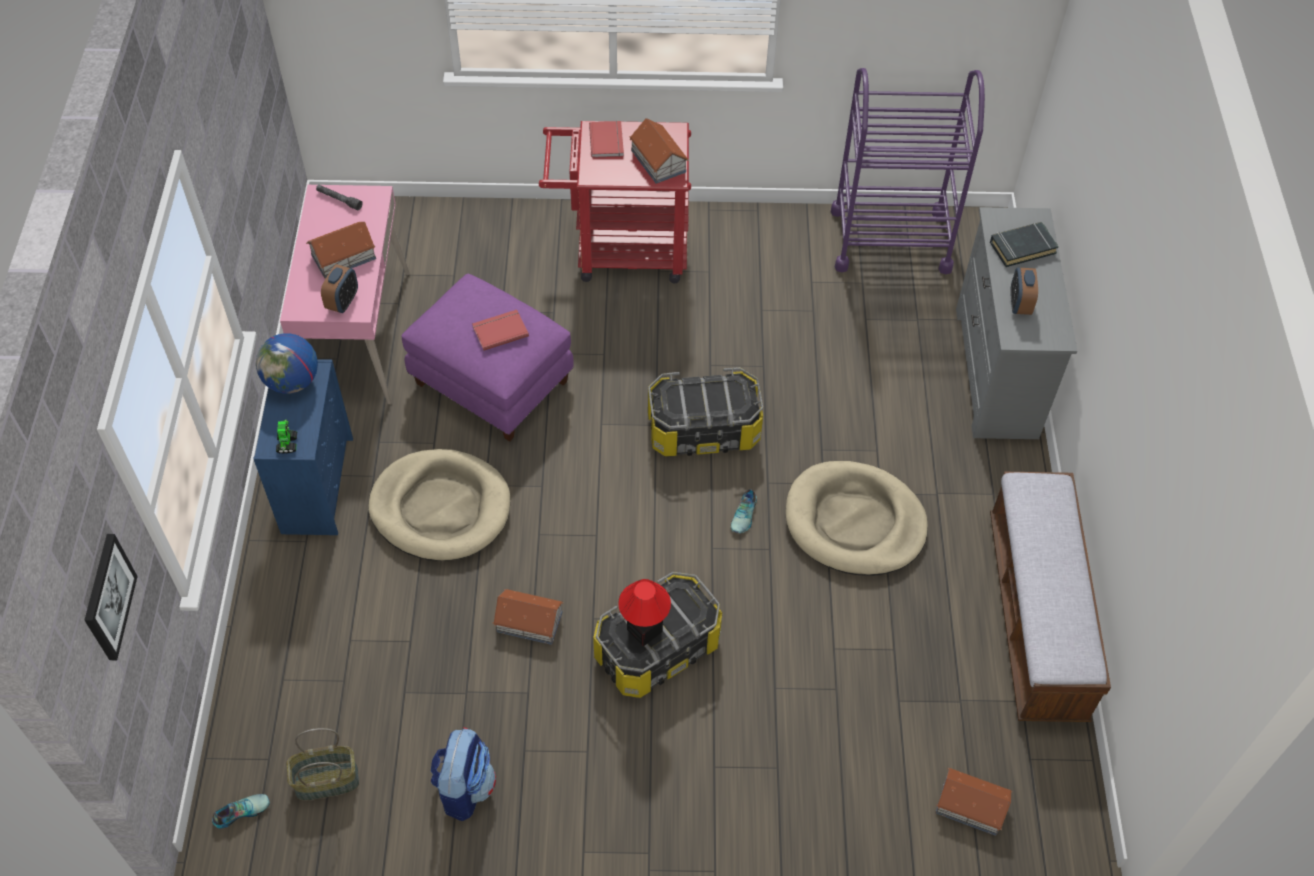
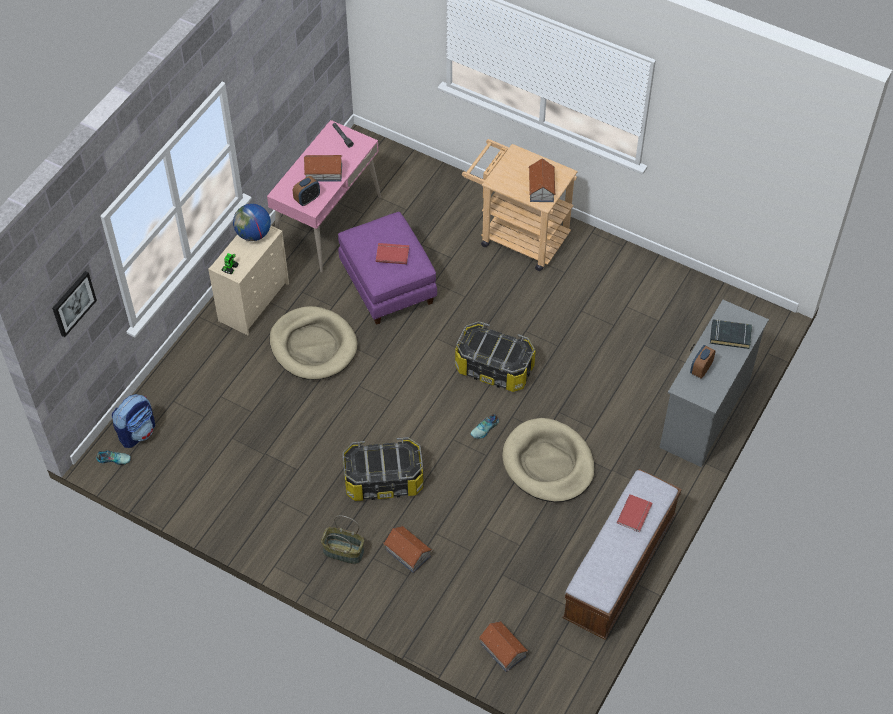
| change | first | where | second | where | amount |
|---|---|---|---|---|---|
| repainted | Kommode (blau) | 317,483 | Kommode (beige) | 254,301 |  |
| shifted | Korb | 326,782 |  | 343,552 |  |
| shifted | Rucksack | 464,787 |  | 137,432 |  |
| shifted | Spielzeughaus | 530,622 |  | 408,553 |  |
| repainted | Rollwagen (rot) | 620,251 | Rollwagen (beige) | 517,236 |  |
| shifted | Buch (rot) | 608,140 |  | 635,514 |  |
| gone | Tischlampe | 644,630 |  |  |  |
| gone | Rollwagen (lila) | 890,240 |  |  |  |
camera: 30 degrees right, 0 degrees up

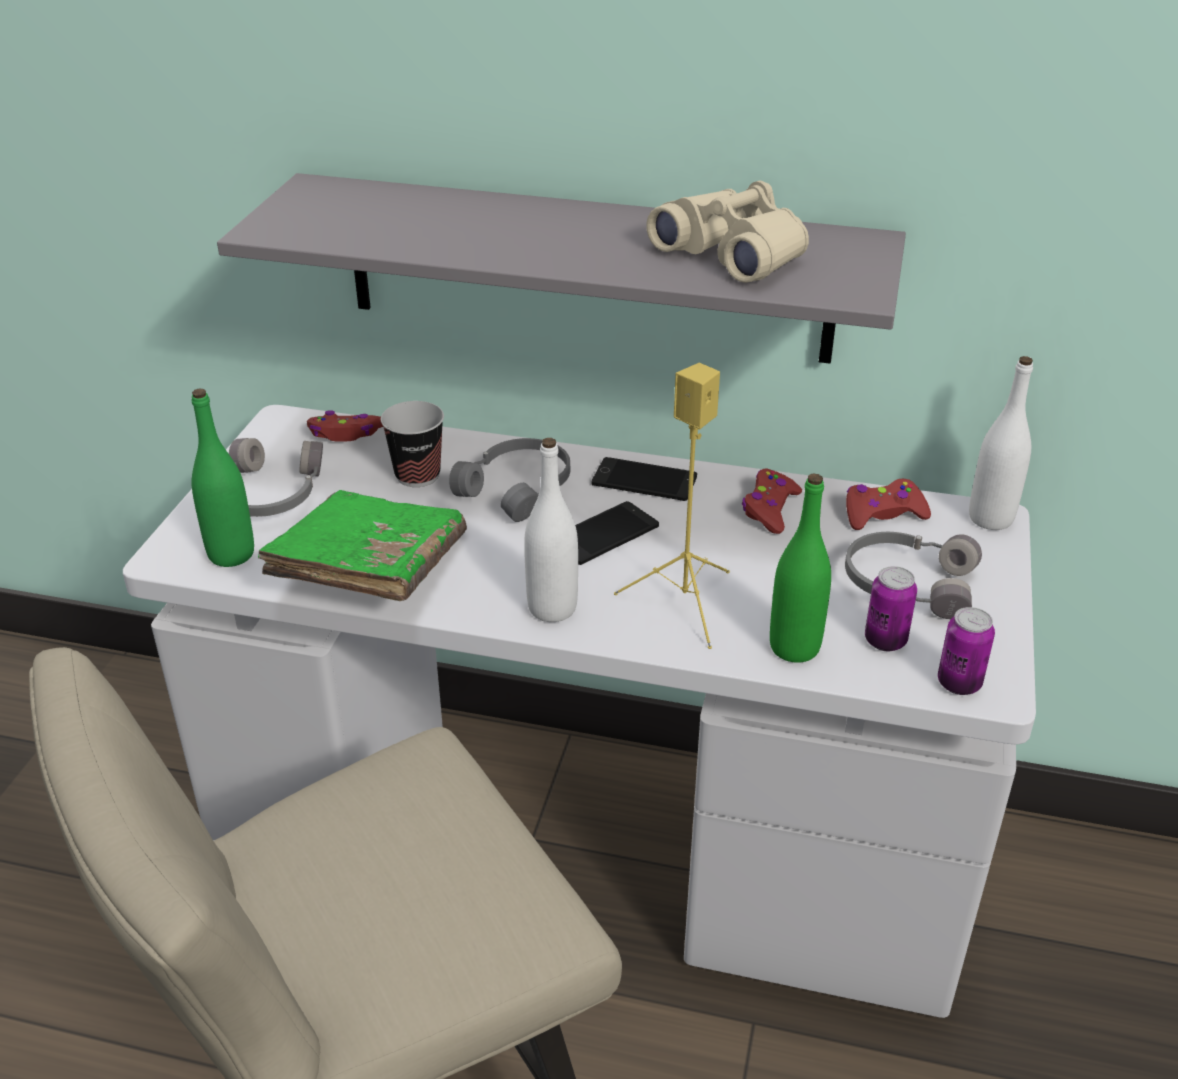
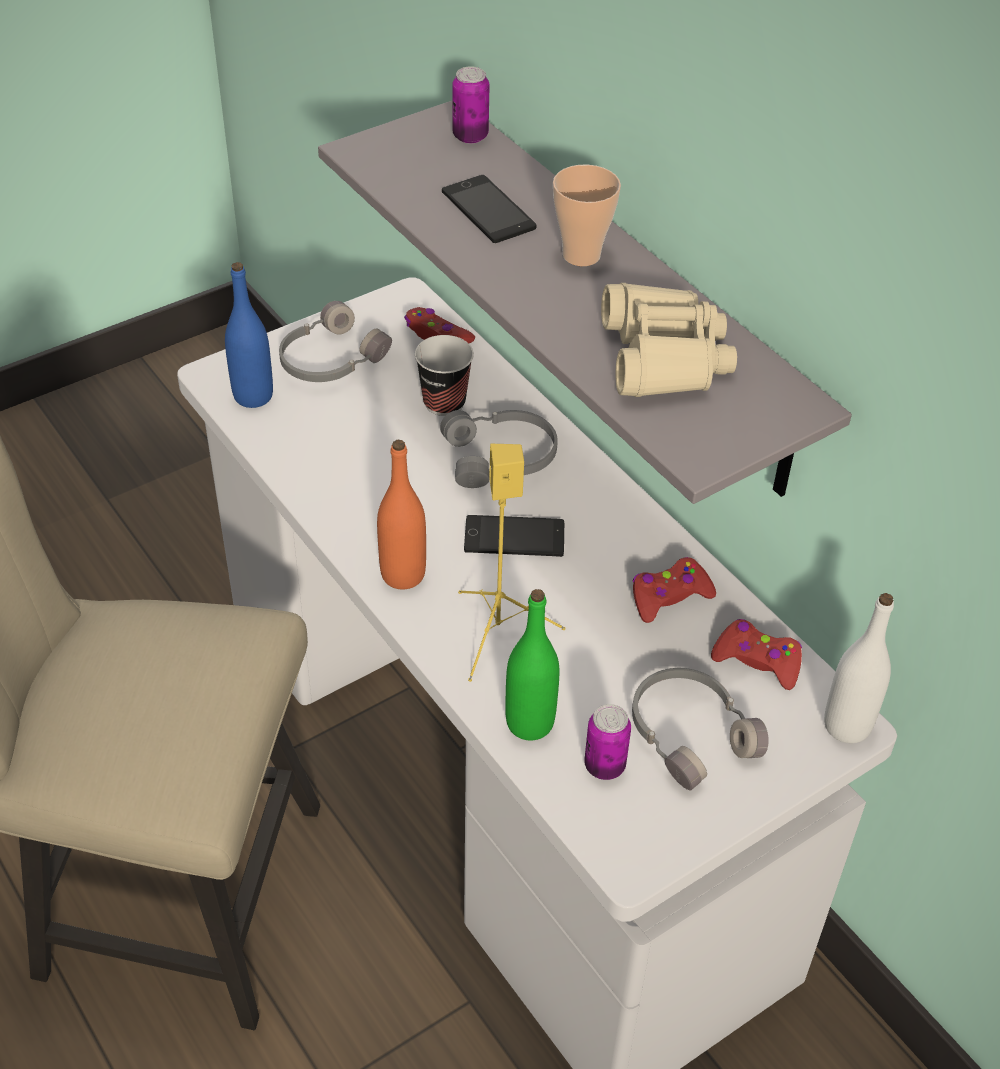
| change | first | where | second | where | amount |
|---|---|---|---|---|---|
| repainted | Flasche (grün) | 231,554 | Flasche (blau) | 253,396 |  |
| gone | Buch (grün) | 370,571 |  |  |  |
| repainted | Flasche (weiß) | 552,608 | Flasche (orange) | 403,574 |  |
| shifted | Handy | 644,480 |  | 488,210 |  |
| shifted | Dose | 959,683 |  | 470,136 |  |
| new |  |  | Tasse | 581,255 |  |
camera: 40 degrees right, 10 degrees up

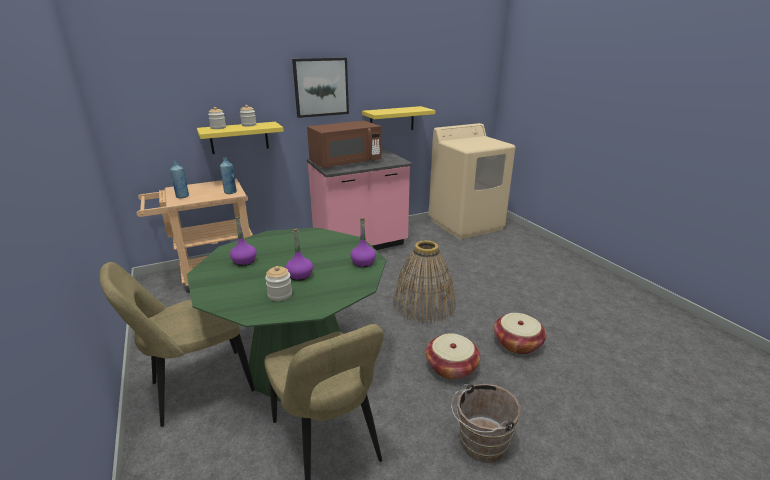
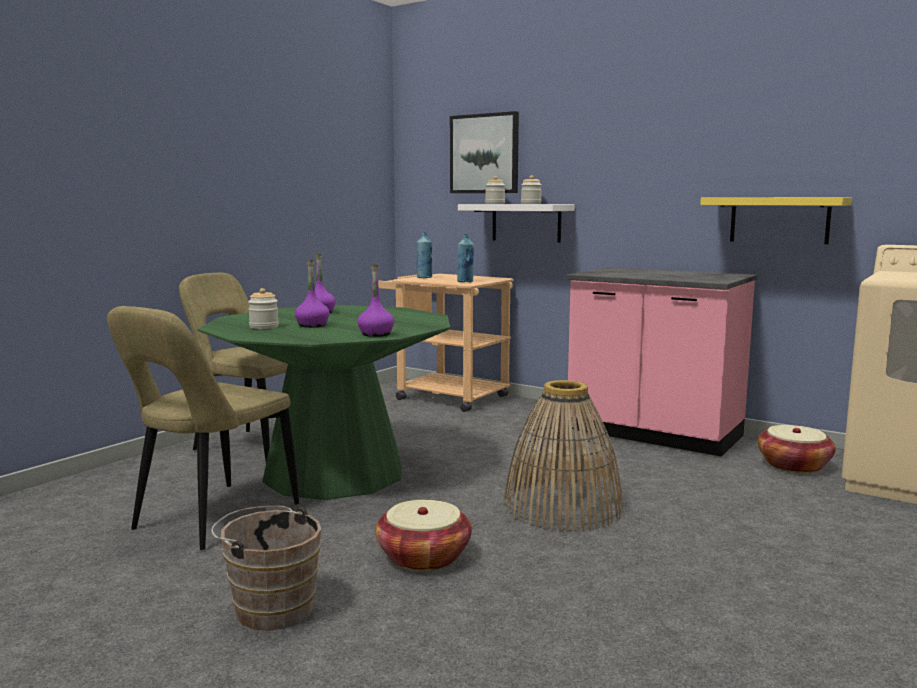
| change | first | where | second | where | amount |
|---|---|---|---|---|---|
| repainted | Wandregal (gelb) | 239,137 | Wandregal (weiß) | 526,222 |  |
| shifted | Bild | 321,87 |  | 484,154 |  |
| gone | Mikrowelle (braun) | 345,163 |  |  |  |
| shifted | Korb | 517,343 |  | 794,466 |  |
camera: 60 degrees right, 15 degrees down

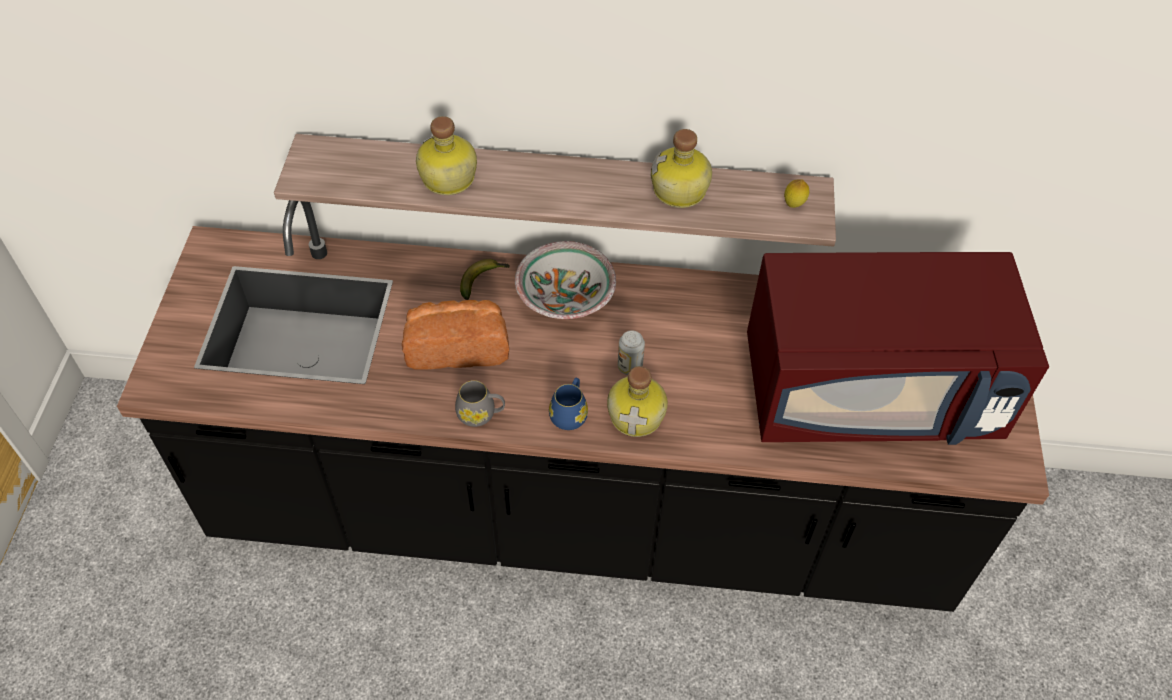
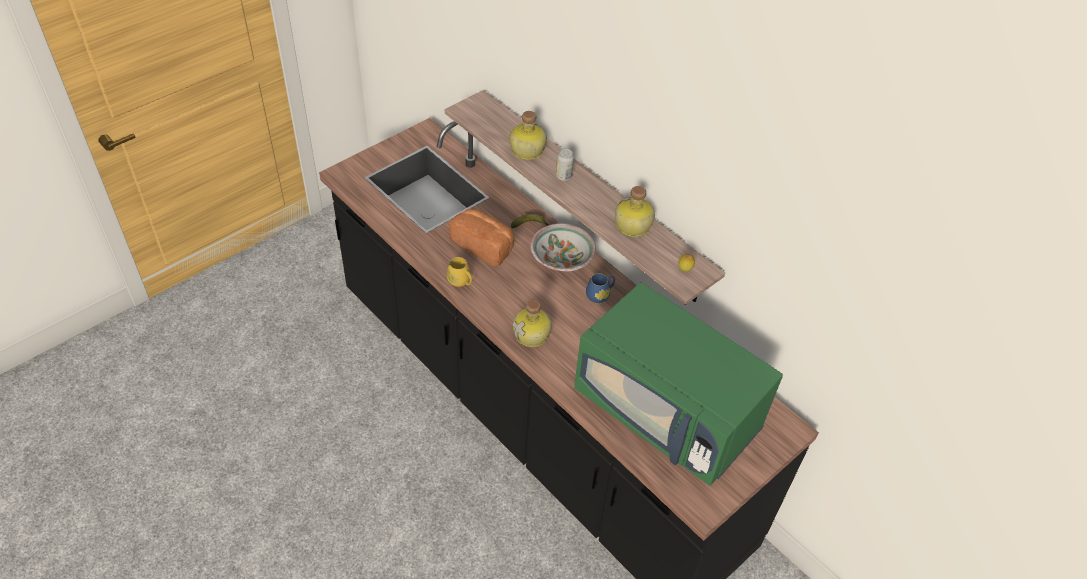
| change | first | where | second | where | amount |
|---|---|---|---|---|---|
| repainted | Henkelbecher (grau) | 481,414 | Henkelbecher (gelb) | 461,281 |  |
| shifted | Henkelbecher (blau) | 570,413 |  | 600,295 |  |
| shifted | Dose | 630,366 |  | 563,176 |  |
| repainted | Mikrowelle (rot) | 870,391 | Mikrowelle (grün) | 668,412 |  |
camera: 40 degrees right, 5 degrees down

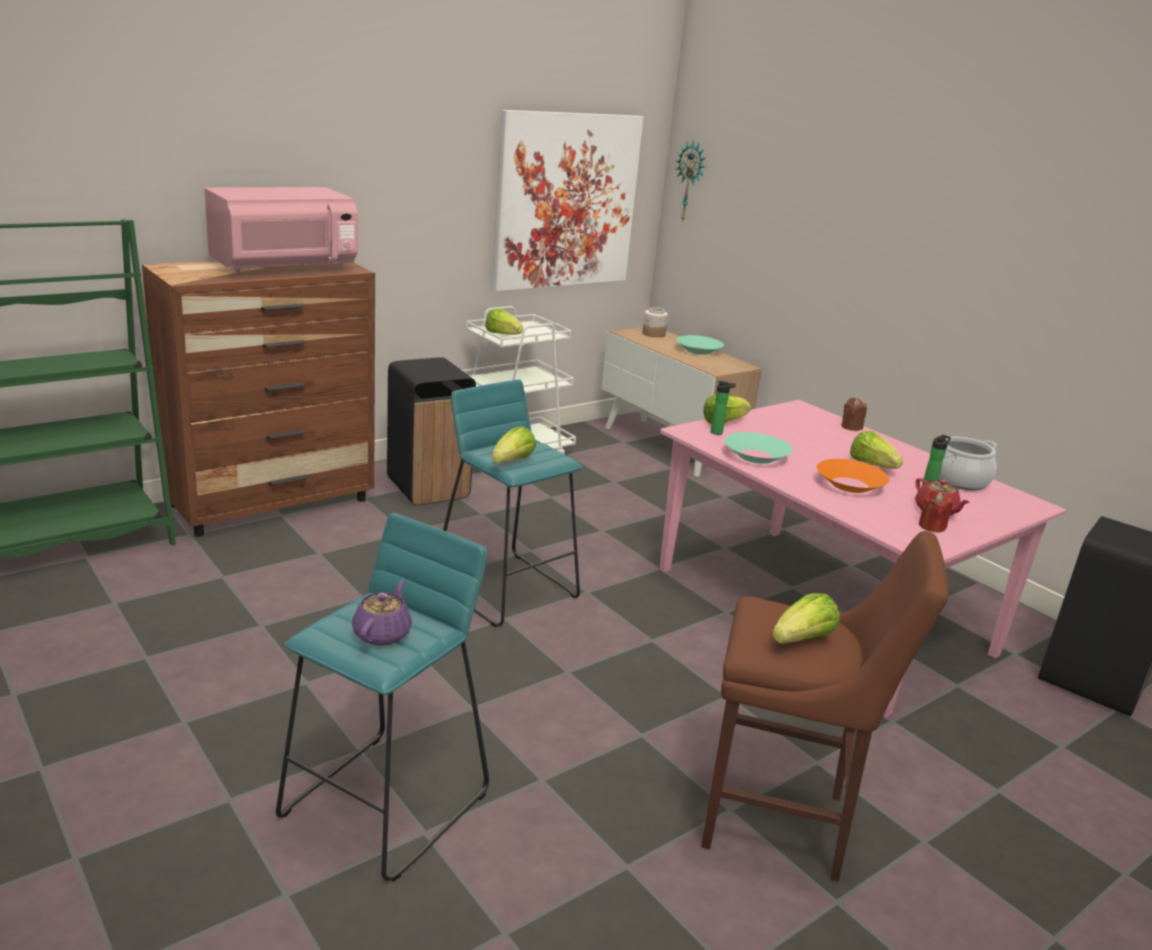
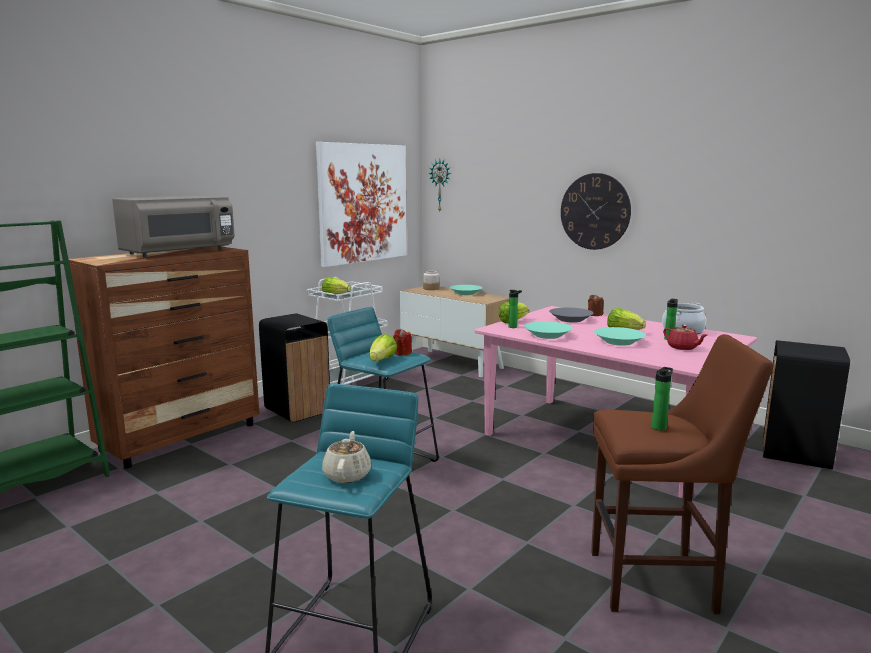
| change | first | where | second | where | amount |
|---|---|---|---|---|---|
| repainted | Mikrowelle (rosa) | 284,267 | Mikrowelle (grau) | 179,252 |  |
| repainted | Teekanne (lila) | 383,633 | Teekanne (beige) | 347,475 |  |
| swapped | Salatkopf | 803,640 | Flasche | 659,427 |  |
| repainted | Schüssel (orange) | 849,485 | Schüssel (türkis) | 618,342 |  |
| shifted | Kerze (rot) | 931,526 |  | 402,353 |  |
| new |  |  | Schüssel (grau) | 570,319 |  |
| new |  |  | Wanduhr | 595,211 |  |
camera: 10 degrees left, 10 degrees down

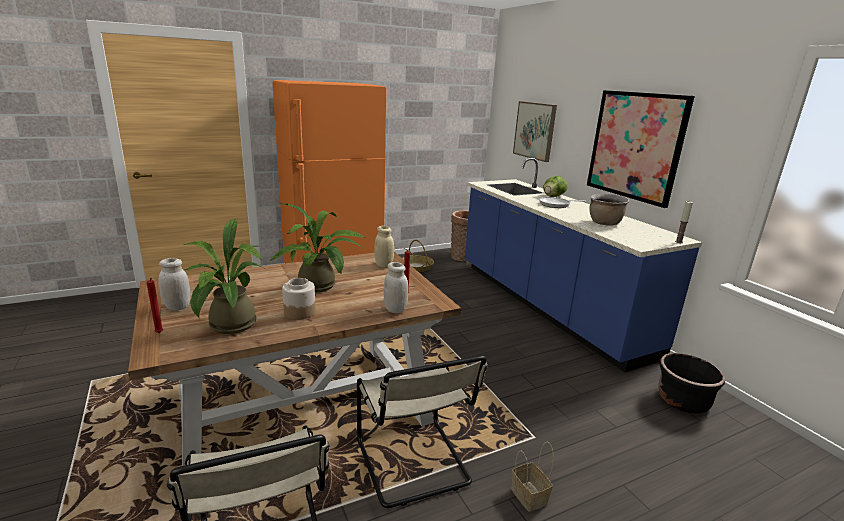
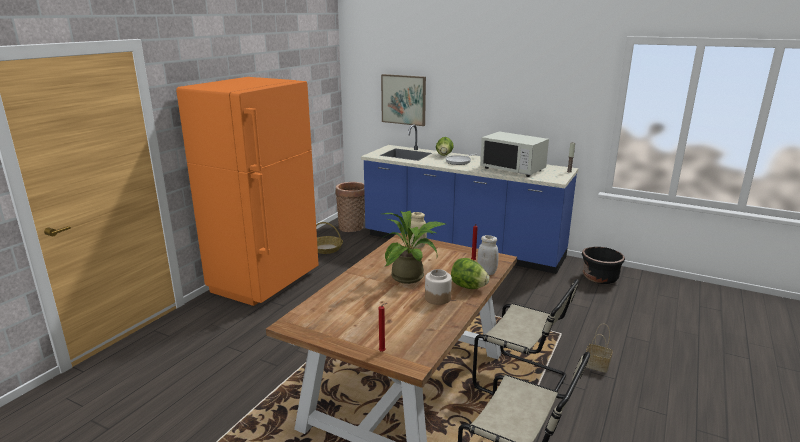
| change | first | where | second | where | amount |
|---|---|---|---|---|---|
| gone | Vorratsglas (weiß) | 177,307 |  |  |  |
| gone | Topfpflanze | 229,327 |  |  |  |
| gone | Bild | 635,146 |  |  |  |
| swapped | Kochtopf (braun) | 604,223 | Mikrowelle (weiß) | 513,169 |  |
| new |  |  | Salatkopf | 468,287 |  |
camera: 35 degrees left, 0 degrees up

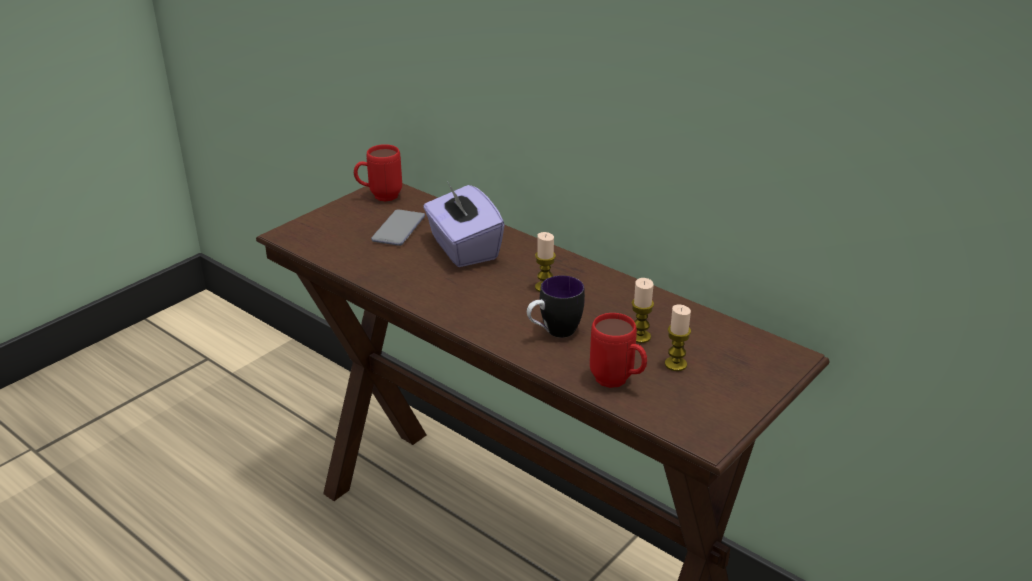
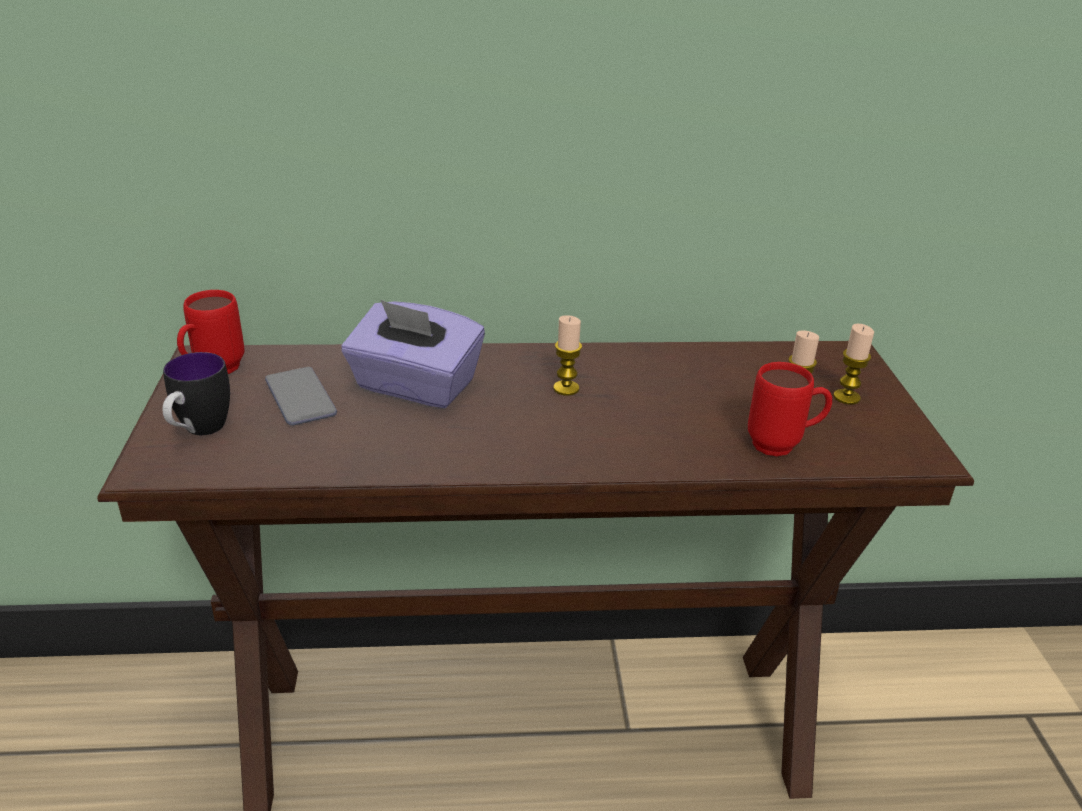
| change | first | where | second | where | amount |
|---|---|---|---|---|---|
| shifted | Henkelbecher | 553,332 |  | 199,432 |  |
| shifted | Kerze | 640,337 |  | 846,397 |  |
camera: 45 degrees left, 0 degrees up

